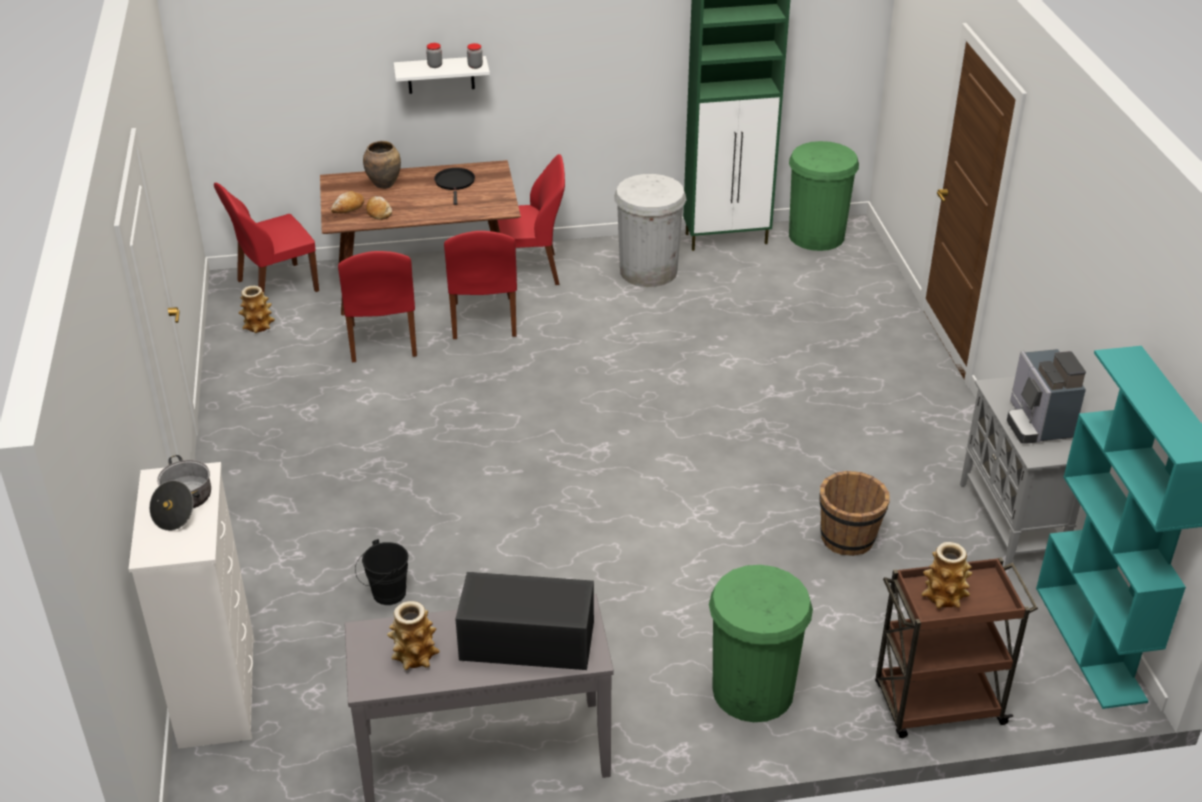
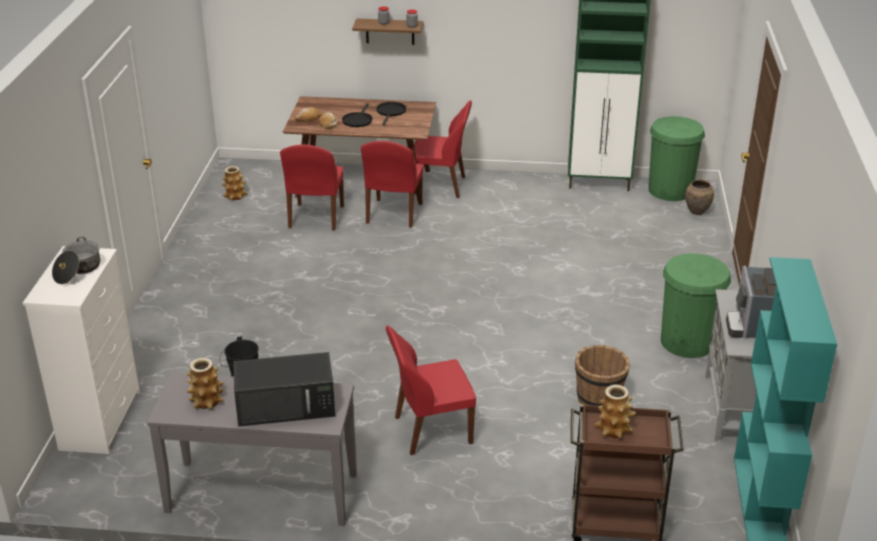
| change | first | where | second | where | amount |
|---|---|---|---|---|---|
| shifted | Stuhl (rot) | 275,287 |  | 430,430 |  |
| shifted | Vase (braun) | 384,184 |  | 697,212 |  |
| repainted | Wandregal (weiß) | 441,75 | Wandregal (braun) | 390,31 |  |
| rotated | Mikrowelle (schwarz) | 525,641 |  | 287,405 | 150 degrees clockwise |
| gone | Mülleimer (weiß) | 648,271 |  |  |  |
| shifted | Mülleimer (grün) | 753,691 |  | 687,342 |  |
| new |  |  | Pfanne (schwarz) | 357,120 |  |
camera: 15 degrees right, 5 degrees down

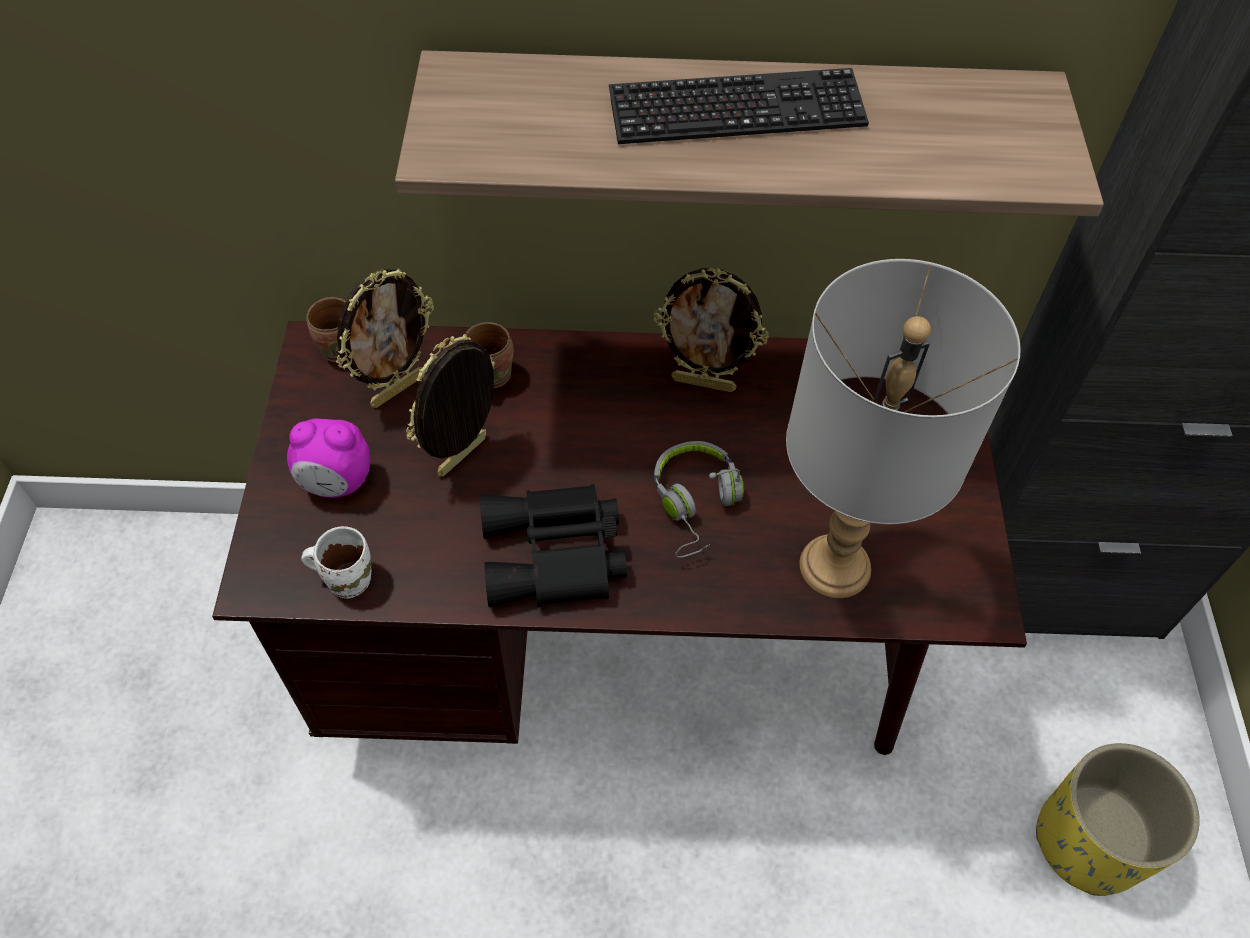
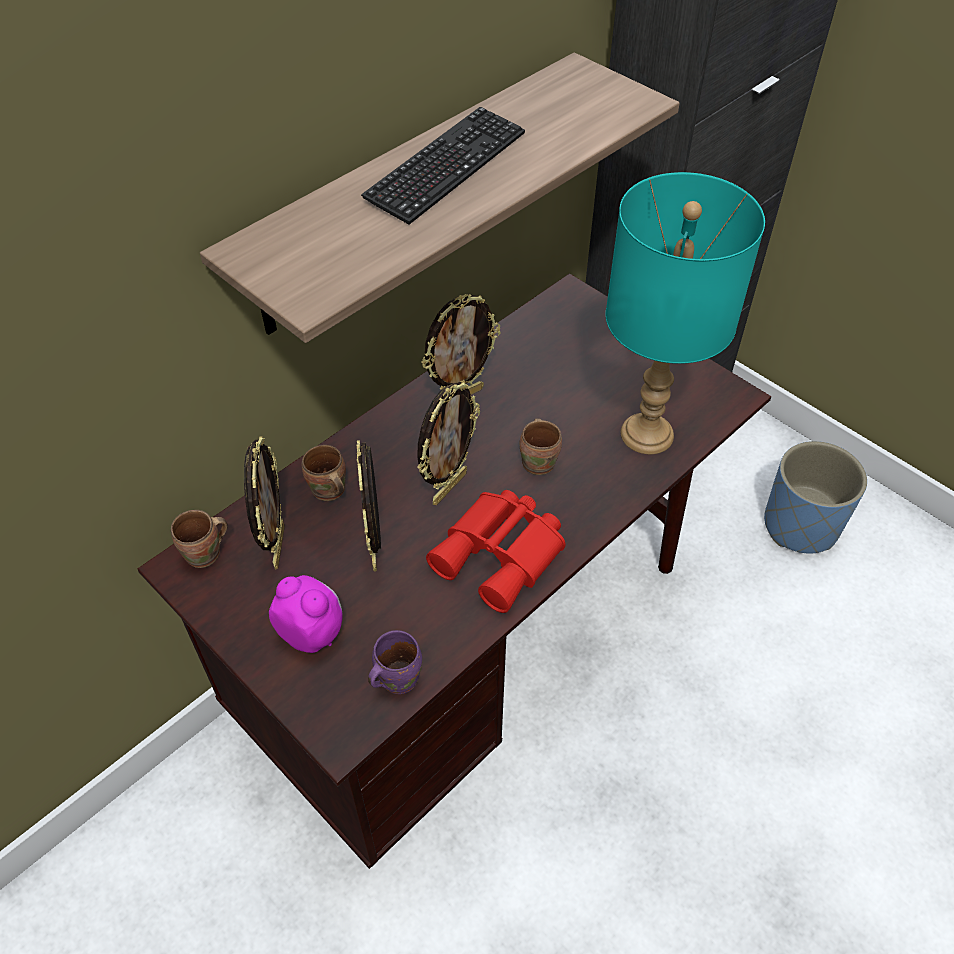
| change | first | where | second | where | amount |
|---|---|---|---|---|---|
| rotated | Wecker | 336,482 |  | 312,632 | 105 degrees counterclockwise |
| repainted | Henkelbecher (weiß) | 347,577 | Henkelbecher (lila) | 395,678 |  |
| repainted | Fernglas (schwarz) | 555,557 | Fernglas (rot) | 502,555 |  |
| swapped | Kopfhörer (grau) | 696,504 | Henkelbecher (braun) | 540,462 |  |
| repainted | Tischlampe (grau) | 834,565 | Tischlampe (türkis) | 646,434 |  |
| repainted | Pflanzkübel (gelb) | 1089,841 | Pflanzkübel (blau) | 800,525 |  |
| new |  |  | Bilderrahmen | 448,487 |  |
camera: 45 degrees left, 5 degrees down

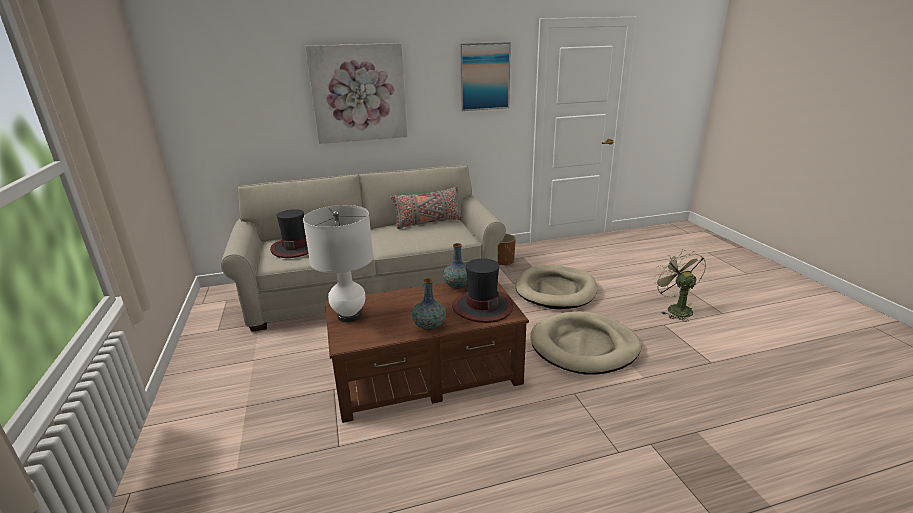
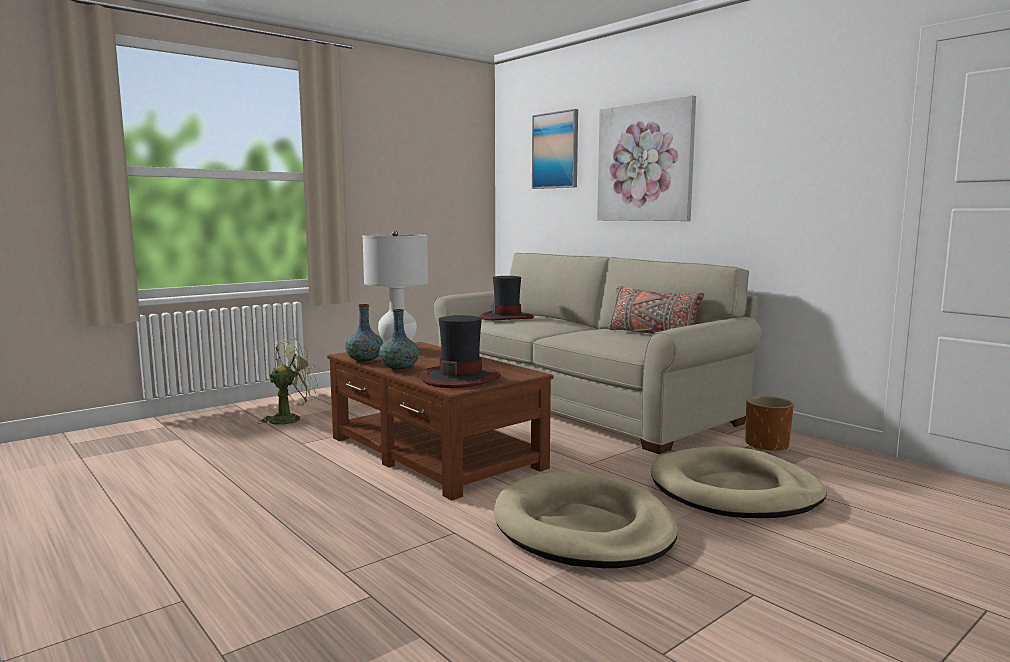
| change | first | where | second | where | amount |
|---|---|---|---|---|---|
| shifted | Vase | 458,286 |  | 364,361 |  |
| shifted | Bild | 484,76 |  | 555,150 |  |
| shifted | Ventilator (grün) | 675,309 |  | 291,419 |  |
camera: 65 degrees right, 15 degrees down

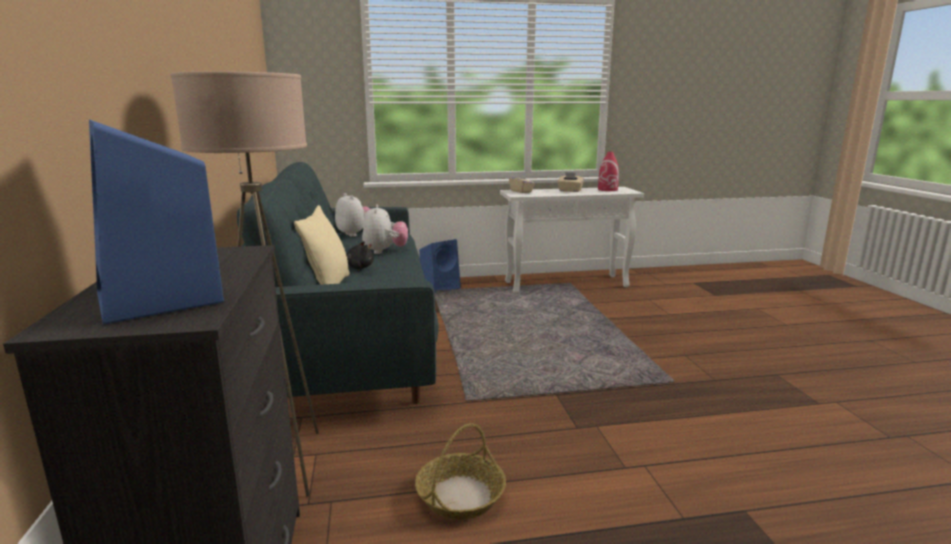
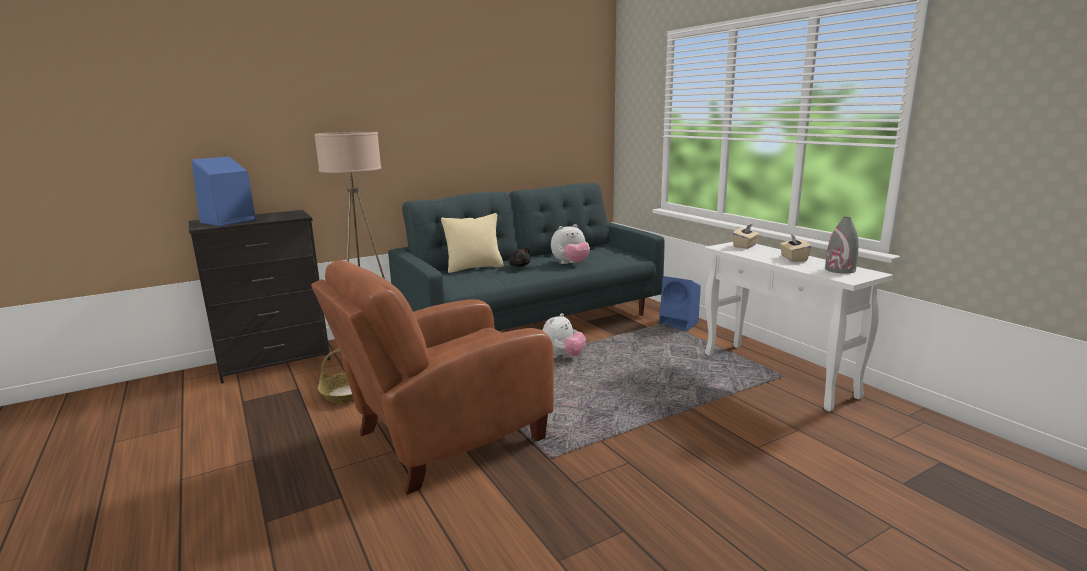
| change | first | where | second | where | amount |
|---|---|---|---|---|---|
| shifted | Plüschtier | 356,234 |  | 562,357 |  |
| repainted | Vase (rot) | 608,189 | Vase (grau) | 840,270 |  |
| new |  |  | Sessel (braun) | 444,438 |  |
camera: 70 degrees right, 0 degrees up

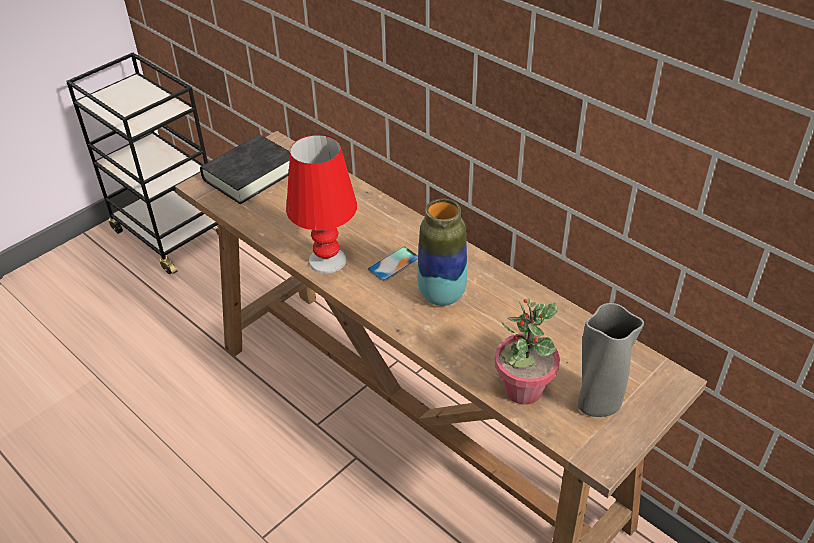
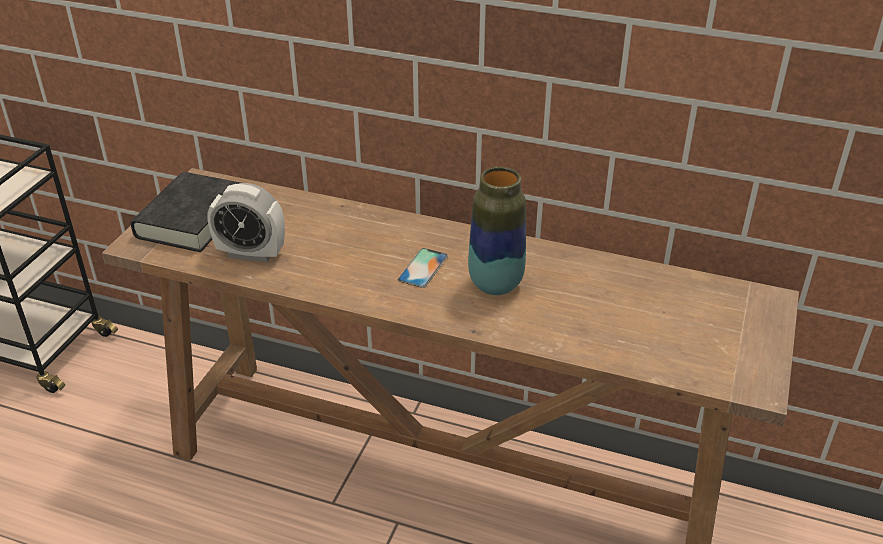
| change | first | where | second | where | amount |
|---|---|---|---|---|---|
| gone | Tischlampe (rot) | 327,260 |  |  |  |
| gone | Topfpflanze | 523,389 |  |  |  |
| gone | Vase (grau) | 597,404 |  |  |  |
| new |  |  | Wecker | 251,253 |  |
camera: 25 degrees left, 5 degrees down

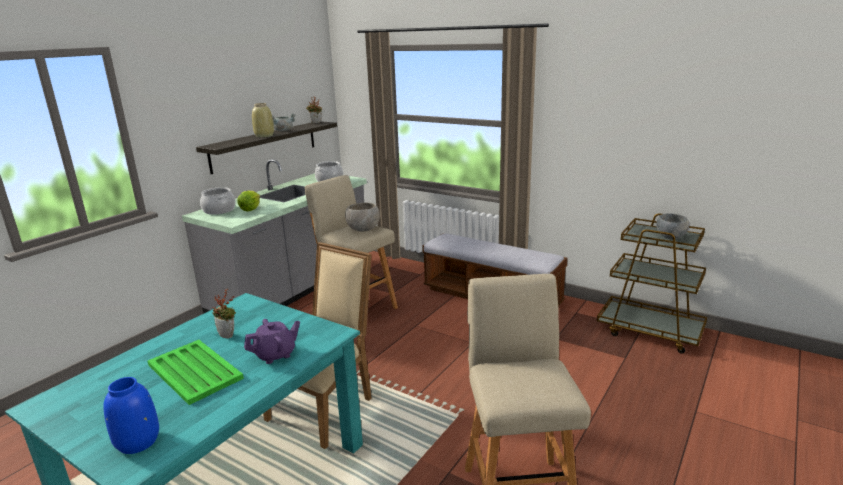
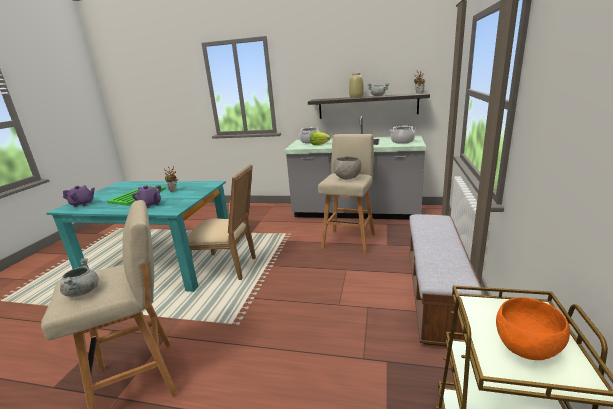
| change | first | where | second | where | amount |
|---|---|---|---|---|---|
| swapped | Vase (blau) | 138,442 | Teekanne (lila) | 82,204 |  |
| repainted | Schüssel (grau) | 670,237 | Schüssel (orange) | 526,349 |  |
| new |  |  | Kochtopf (grau) | 82,291 |  |
camera: 70 degrees right, 0 degrees up

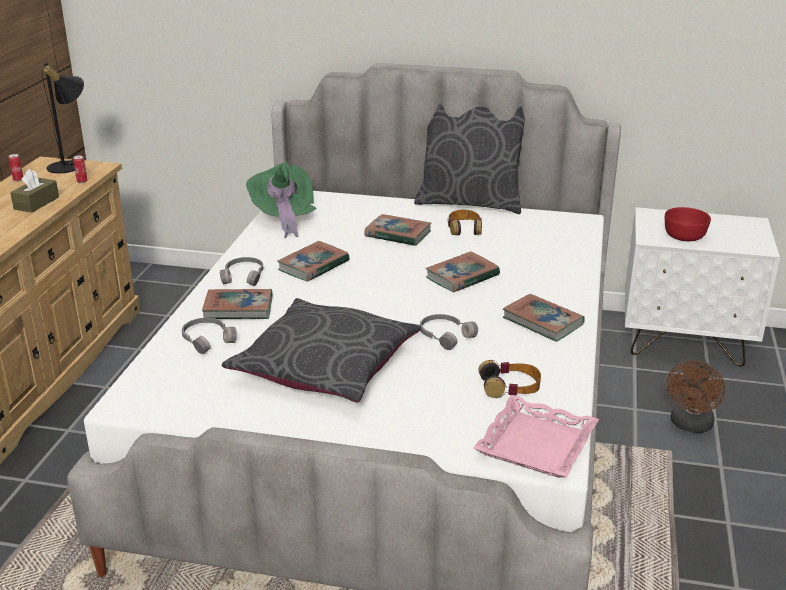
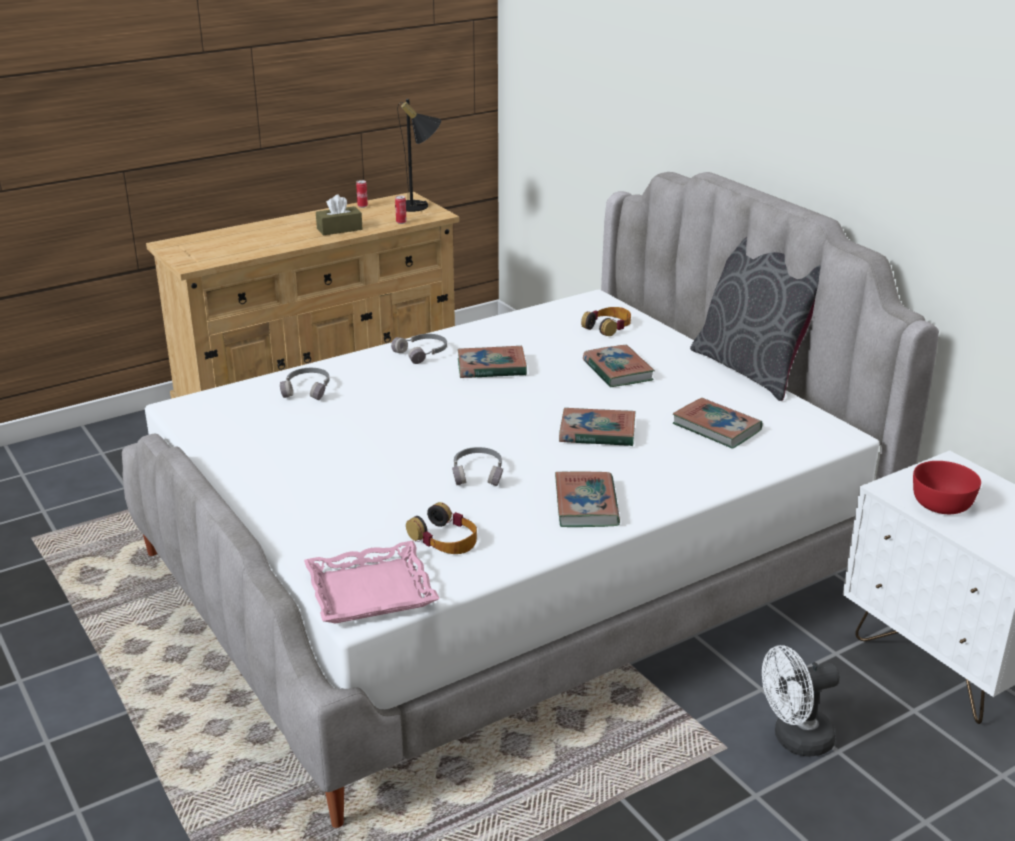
| change | first | where | second | where | amount |
|---|---|---|---|---|---|
| shifted | Buch | 238,308 |  | 716,427 |  |
| gone | Kissen (grau) | 325,365 |  |  |  |
| gone | Hut (grün) | 283,218 |  |  |  |
| shifted | Kopfhörer | 464,228 |  | 608,327 |  |
| repainted | Ventilator (braun) | 690,425 | Ventilator (weiß) | 795,740 |  |
camera: 45 degrees right, 0 degrees up

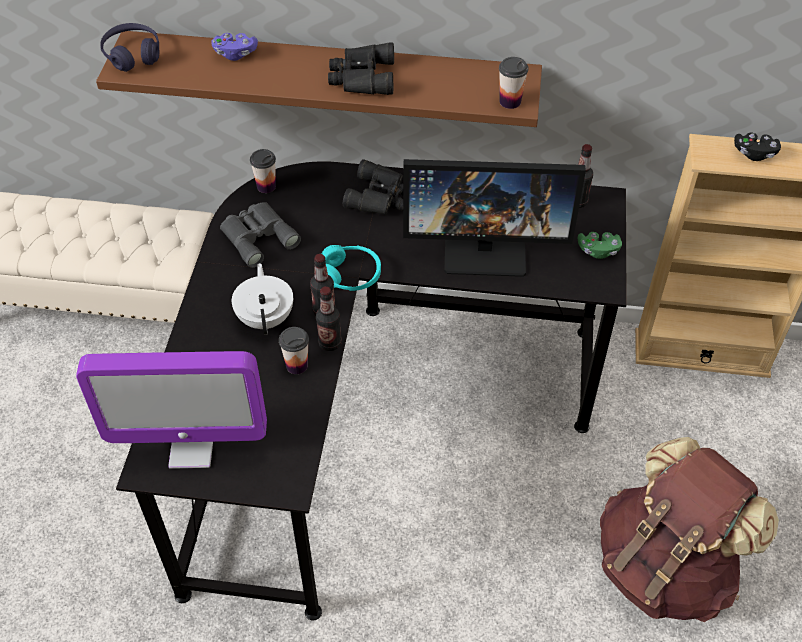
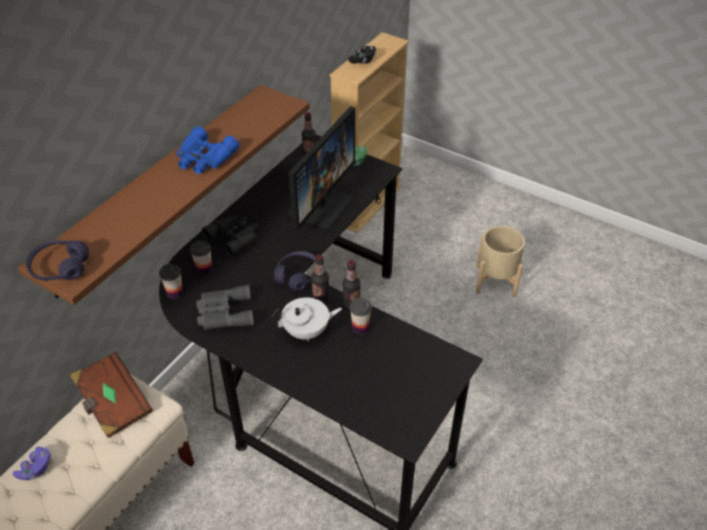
| change | first | where | second | where | amount |
|---|---|---|---|---|---|
| gone | Monitor | 191,448 |  |  |  |
| shifted | Gamepad (lila) | 235,54 |  | 36,469 |  |
| rotated | Teekanne (weiß) | 266,318 |  | 307,331 | 150 degrees clockwise |
| repainted | Kopfhörer (türkis) | 350,276 | Kopfhörer (lila) | 298,275 |  |
| repainted | Fernglas (schwarz) | 361,77 | Fernglas (blau) | 204,158 |  |
| shifted | Tasse | 510,101 |  | 204,269 |  |
| swapped | Rucksack (braun) | 665,567 | Pflanzkübel (beige) | 495,280 |  |
| new |  |  | Buch (braun) | 113,404 |  |
camera: 65 degrees left, 5 degrees down

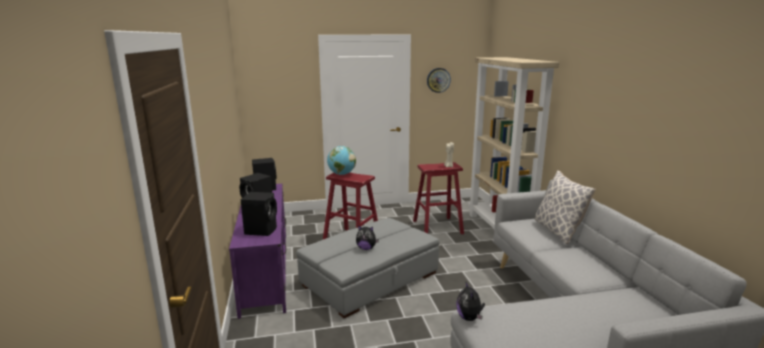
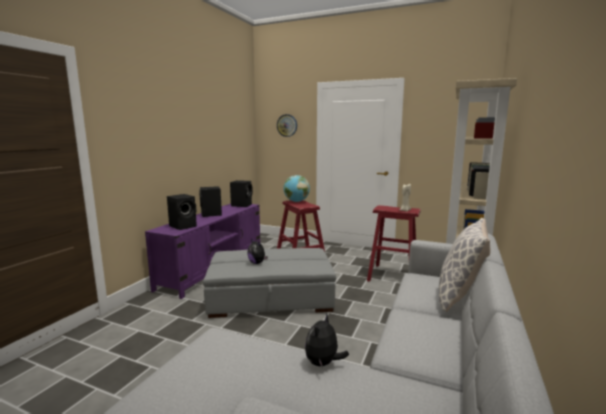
| change | first | where | second | where | amount |
|---|---|---|---|---|---|
| shifted | Wanduhr | 438,80 |  | 287,125 |  |
| shifted | Plüschtier | 469,318 |  | 323,363 |  |
camera: 35 degrees right, 5 degrees down

